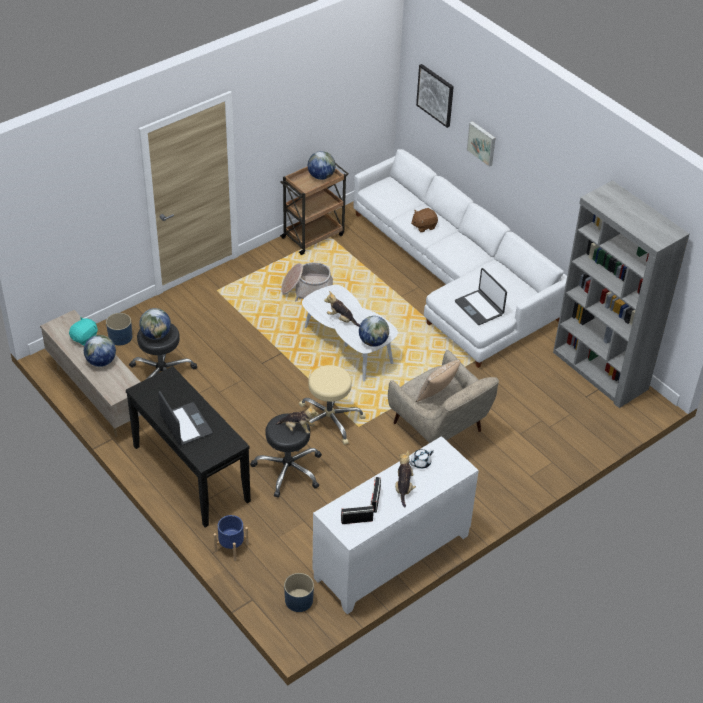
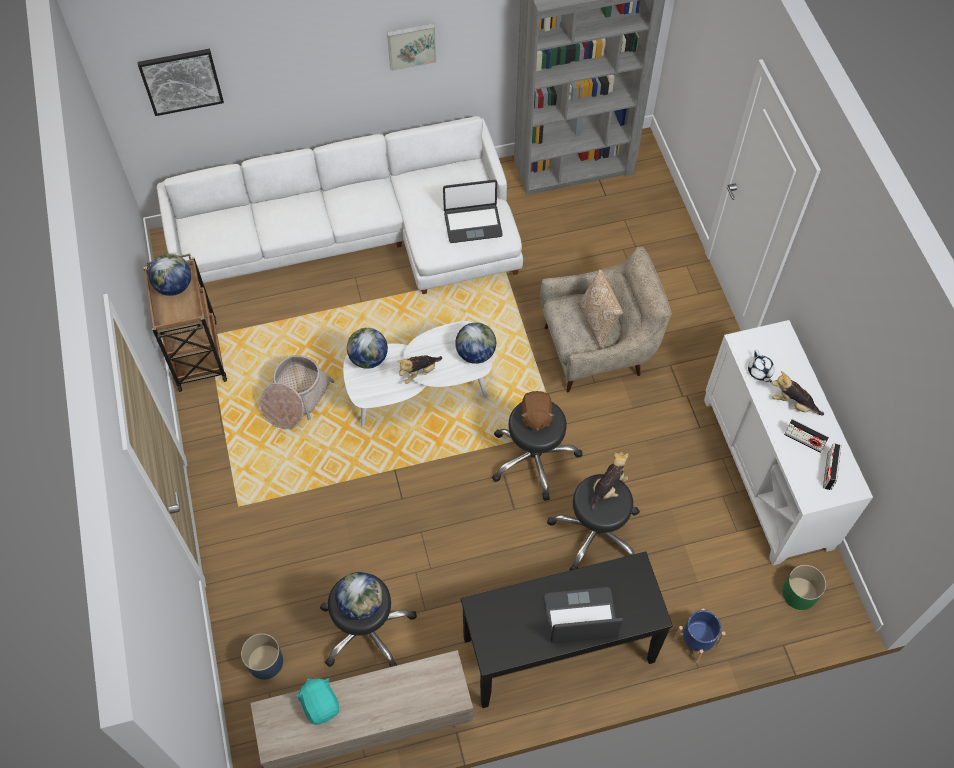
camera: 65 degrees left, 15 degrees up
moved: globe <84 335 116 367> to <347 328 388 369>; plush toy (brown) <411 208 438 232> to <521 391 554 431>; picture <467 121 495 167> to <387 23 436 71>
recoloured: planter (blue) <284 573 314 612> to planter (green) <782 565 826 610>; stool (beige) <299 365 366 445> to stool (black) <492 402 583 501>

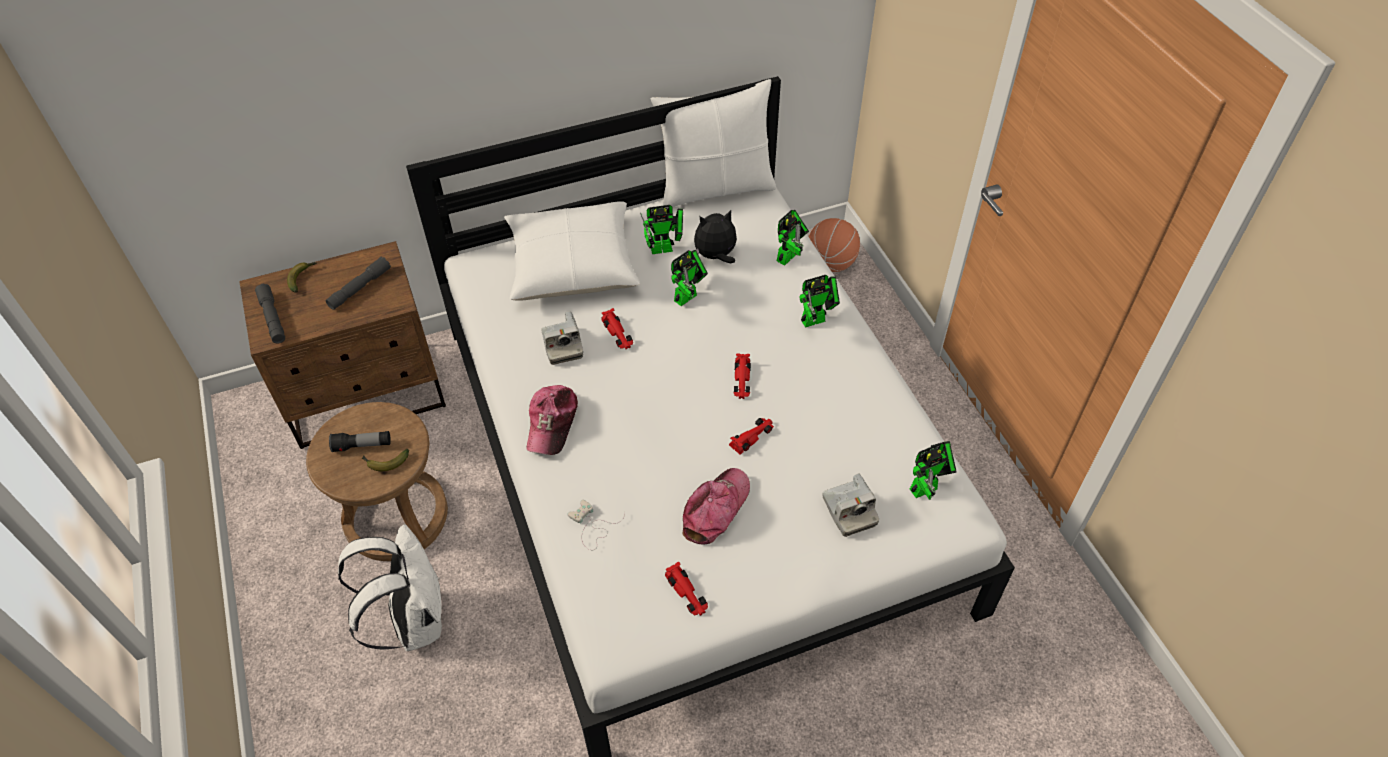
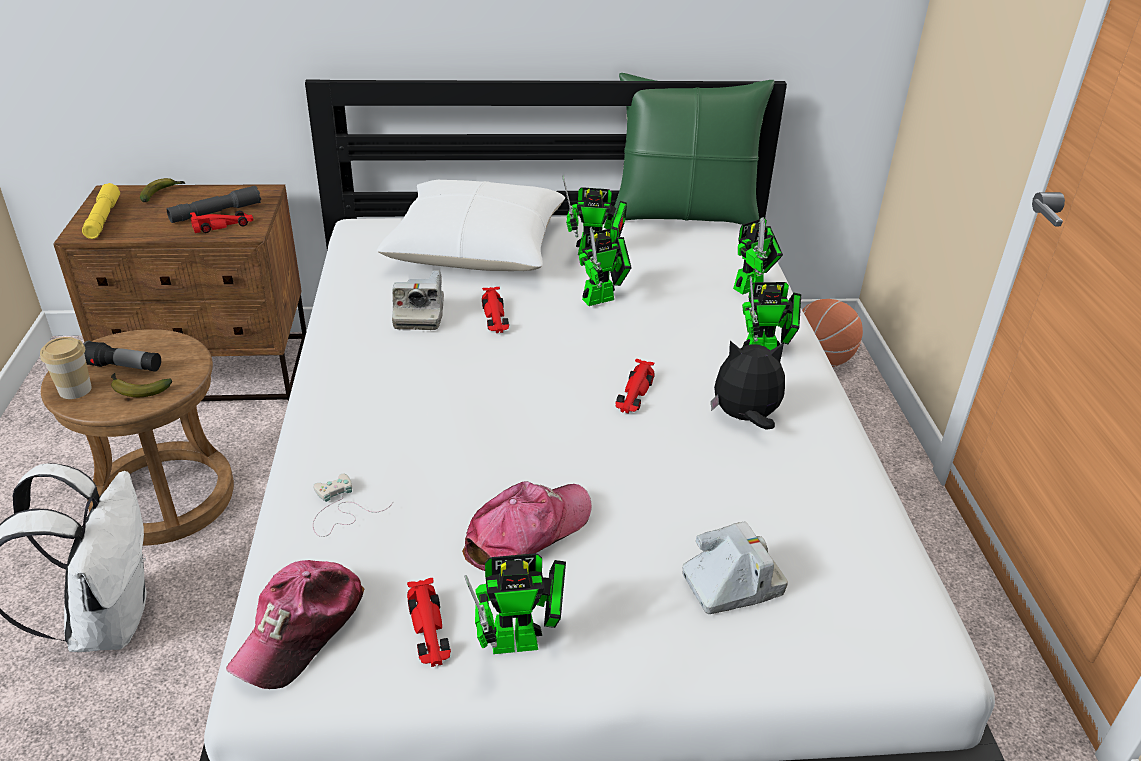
camera: 15 degrees right, 15 degrees down
added: cup <40 337 92 399>
moved: cap <526 385 578 455> to <226 560 364 689>; plush toy <694 210 737 263> to <711 341 785 430>; toy car (red) <729 418 774 455> to <190 211 253 233>; toy robot <910 441 957 500> to <464 553 566 654>
recoloured: flashlight (grey) <255 284 285 344> to flashlight (yellow) <82 183 120 239>; pillow (white) <650 79 776 207> to pillow (green) <614 73 774 225>
turned: photo camera <823 474 879 537> = <682 522 788 614> 105 degrees counterclockwise

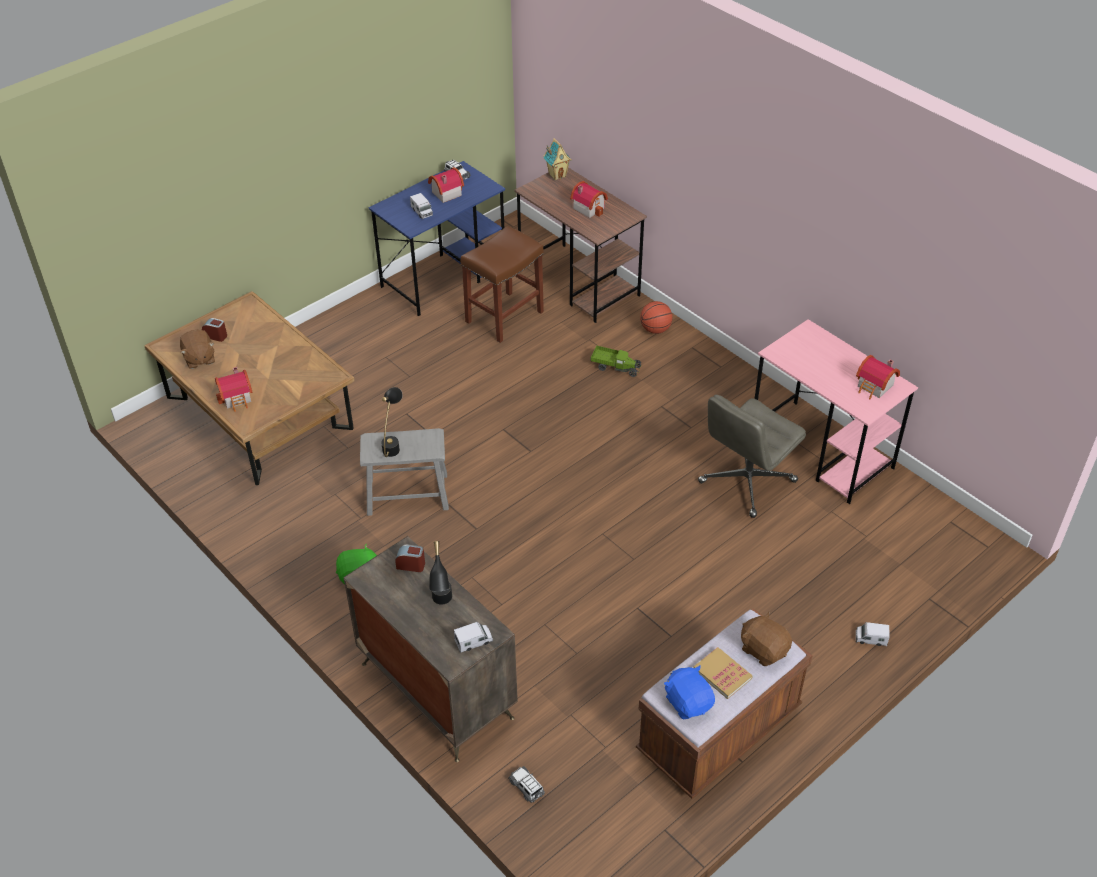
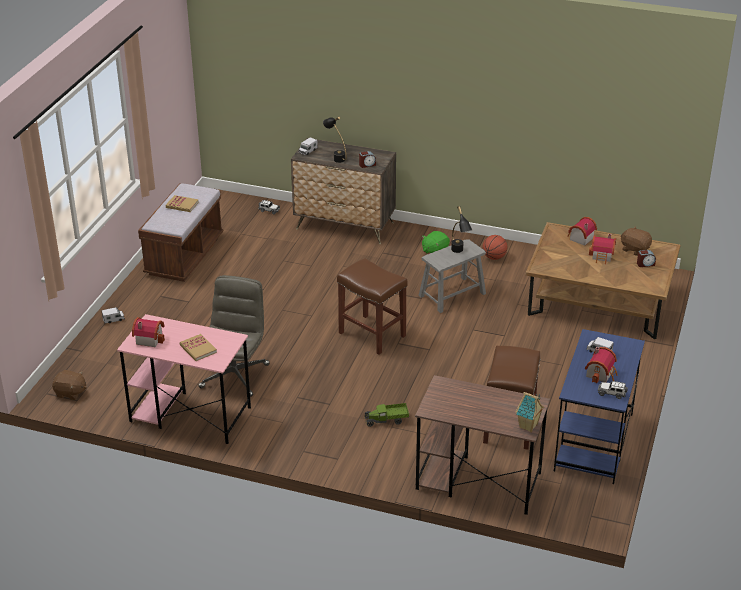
camera: 150 degrees right, 10 degrees down
removed: plush toy (blue) <664 665 715 720>
added: book <180 334 217 361>; stool (brown) <337 258 408 355>
moved: toy house <570 181 608 218> to <589 234 616 264>; basketball <640 301 673 334> to <482 235 507 260>; plush toy (brown) <741 612 792 666> to <52 370 87 400>

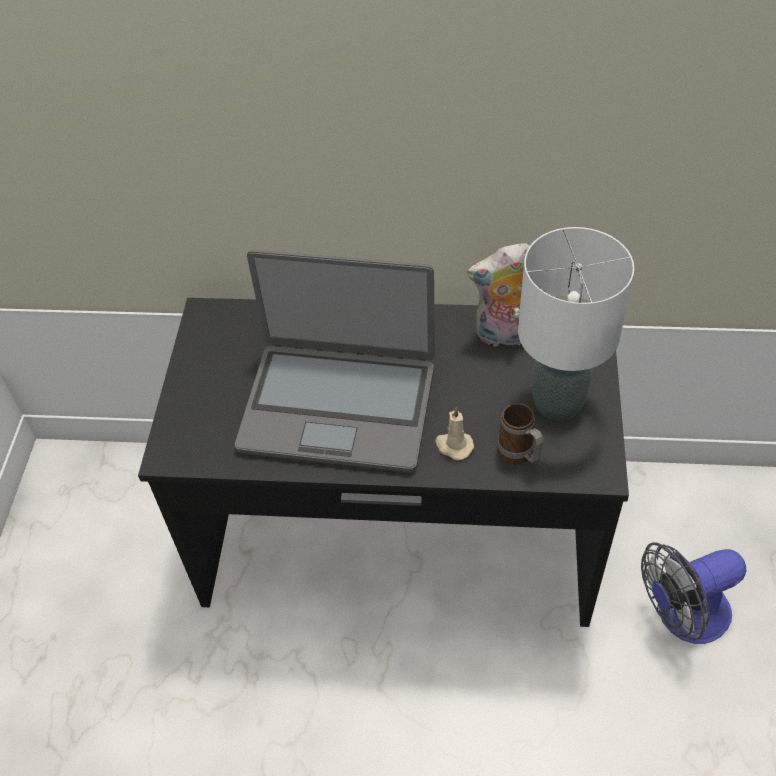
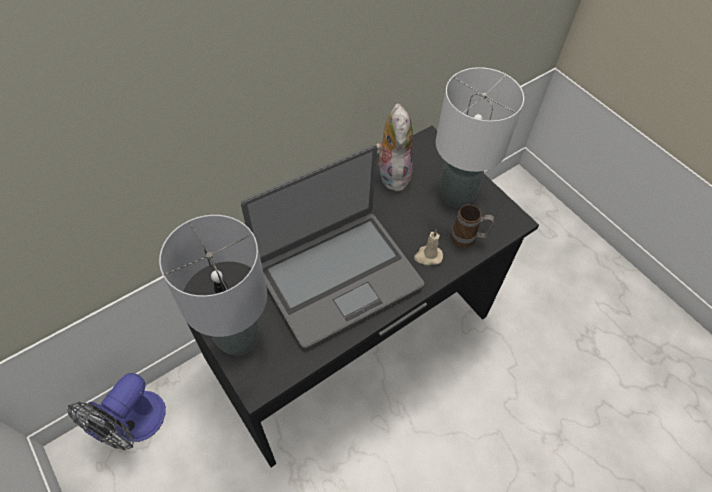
camera: 45 degrees left, 5 degrees up
added: table lamp (grey) <159 215 267 356>
moved: fan <641 542 747 644> to <68 373 166 450>
turned: plush toy <467 243 530 346> = <375 103 413 191> 135 degrees clockwise

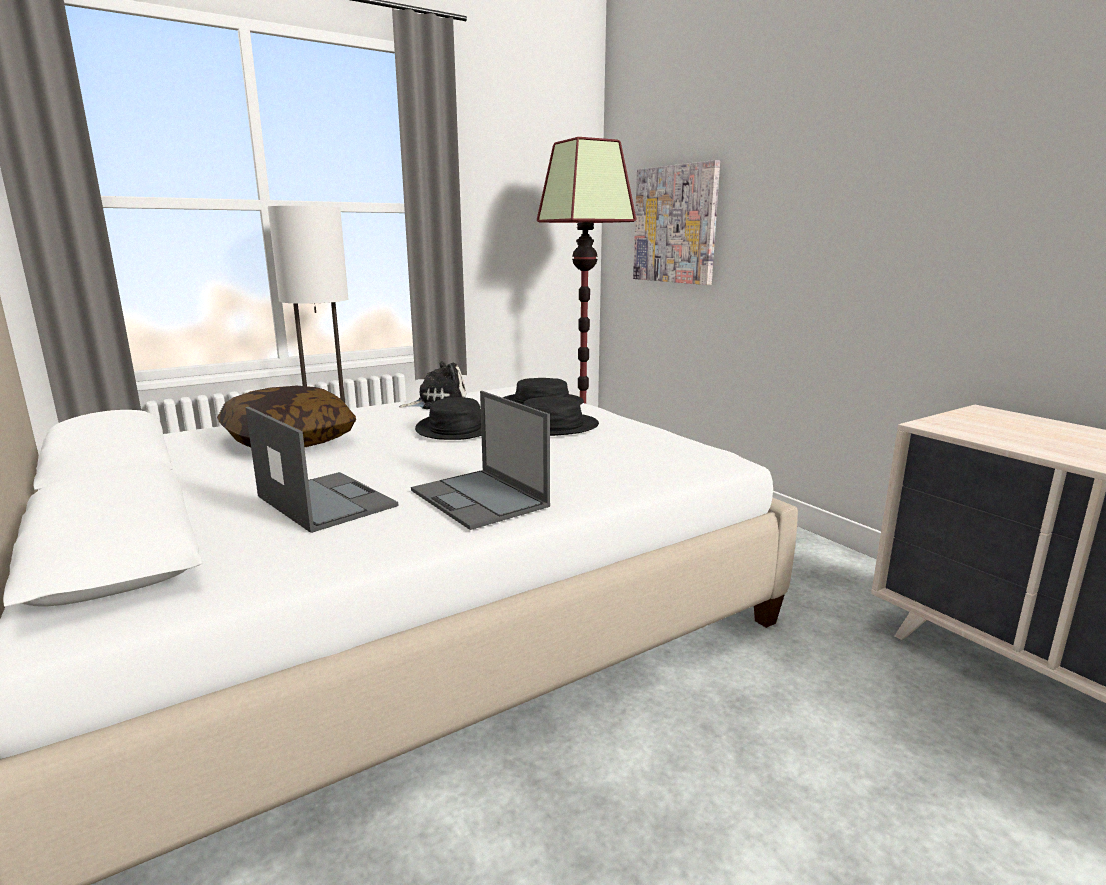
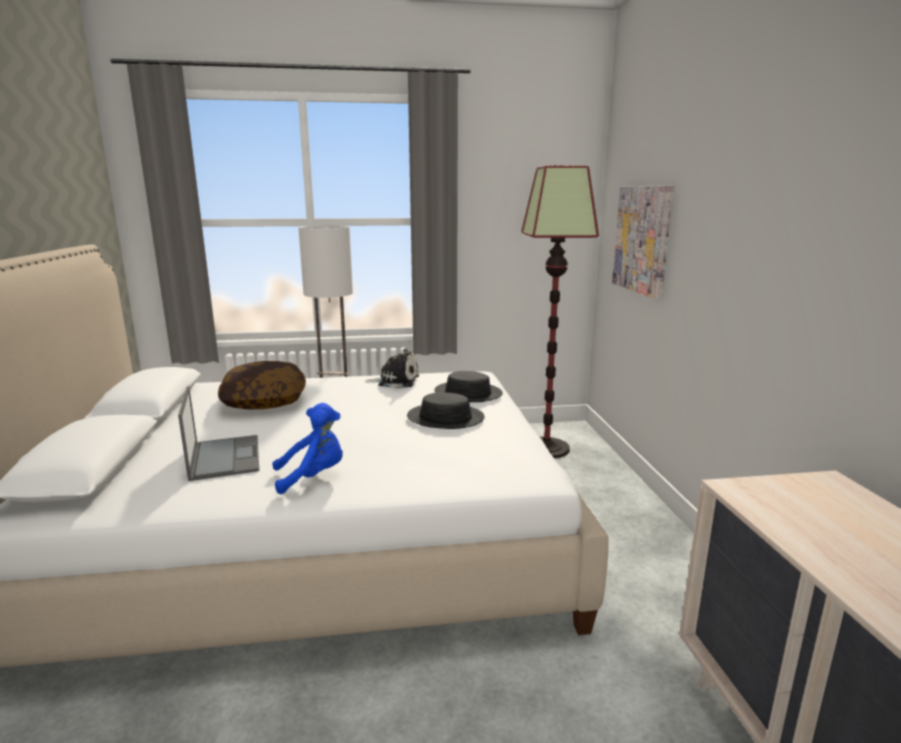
camera: 25 degrees right, 0 degrees up
removed: hat (black) <415 397 482 440>
replaced: laptop <411 391 550 530> to plush toy (blue) <272 403 343 494>

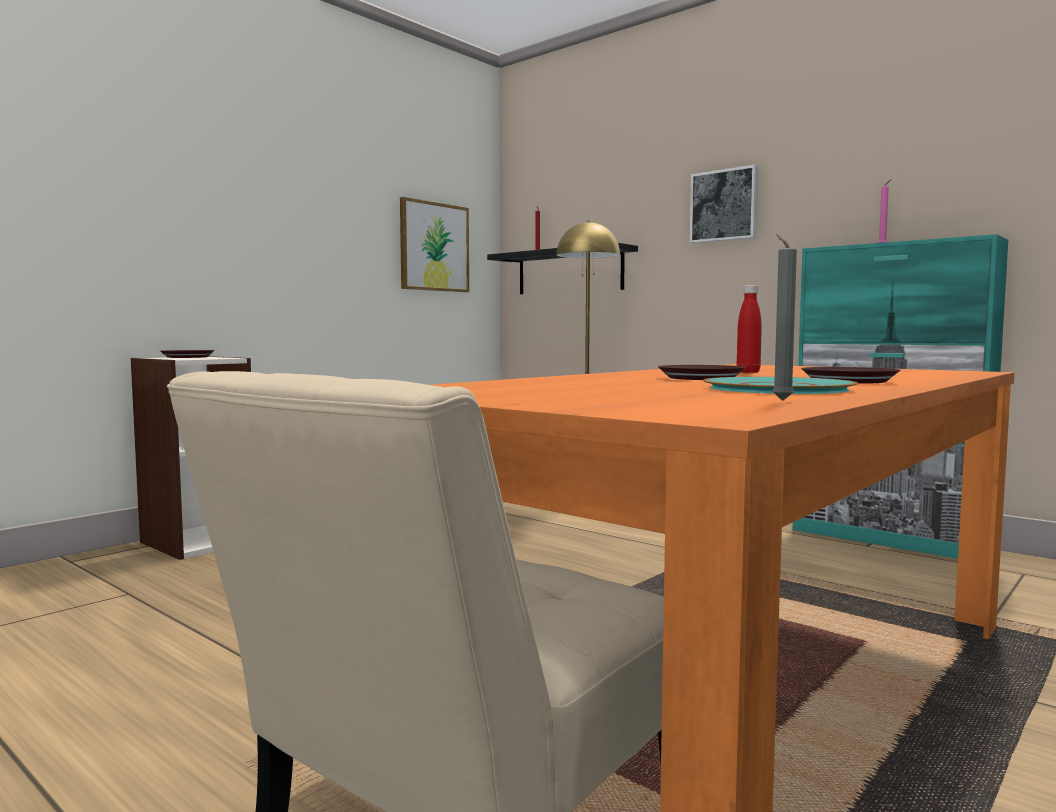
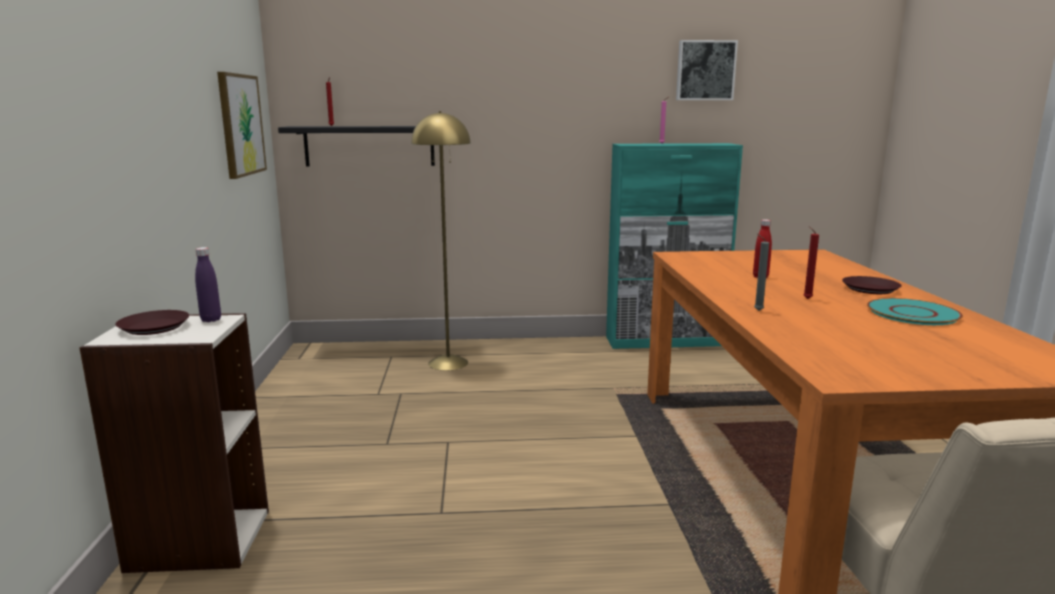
camera: 45 degrees left, 10 degrees up
added: bottle (purple) <195 247 221 322>
moved: picture <690 165 758 243> to <676 40 738 100>; candle (grey) <772 234 797 401> to <754 234 769 311>
replaced: plate (brown) <658 365 746 380> to candle (red) <803 226 819 299>

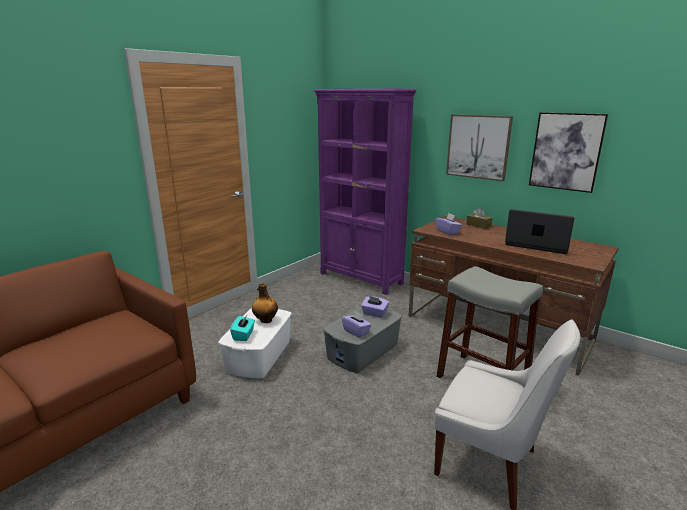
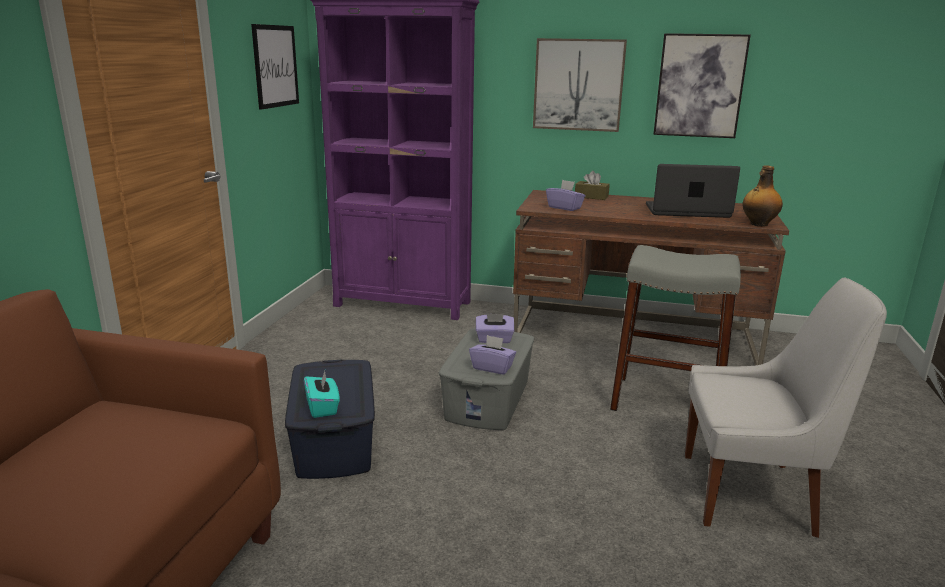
camera: 25 degrees left, 0 degrees up
added: picture <251 24 299 110>
moved: bottle <252 283 278 323> to <743 165 783 226>
recoloured: storage box (white) <218 308 292 378> to storage box (blue) <285 360 375 479>

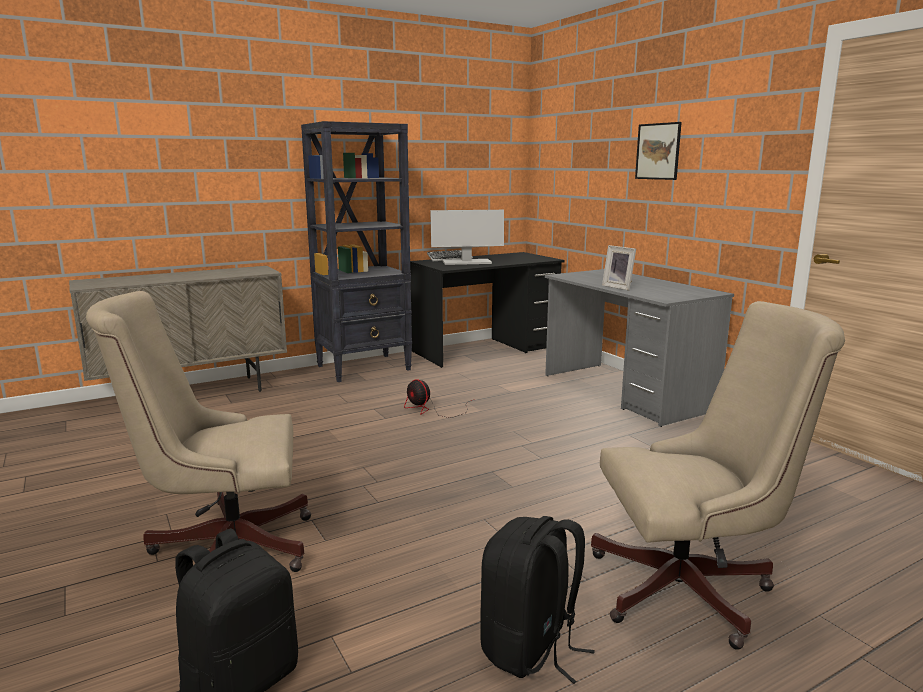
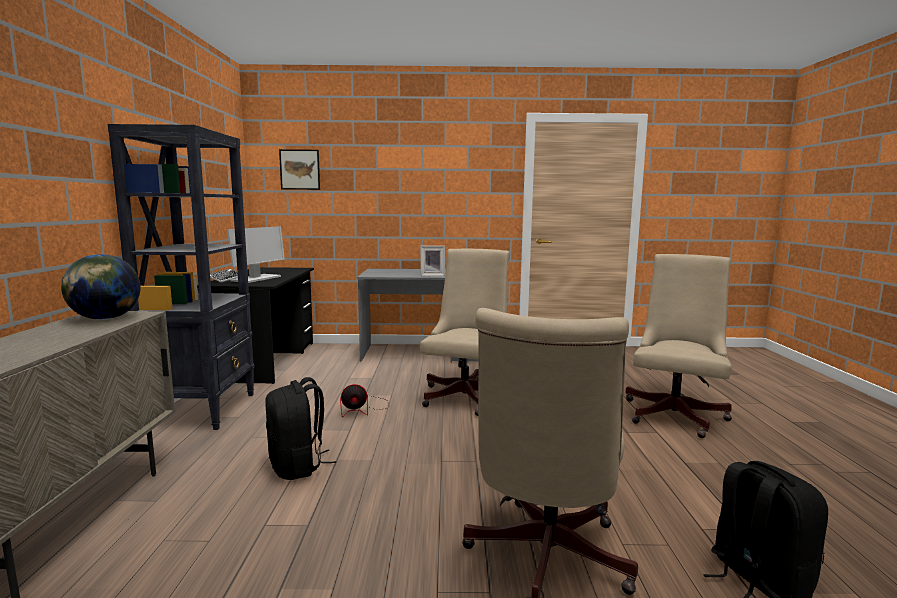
camera: 60 degrees left, 5 degrees down
added: globe <61 254 141 320>; office chair (beige) <420 249 510 416>
moved: backpack (black) <480 516 595 684> to <265 377 336 480>; picture <635 122 682 180> to <279 149 320 190>

